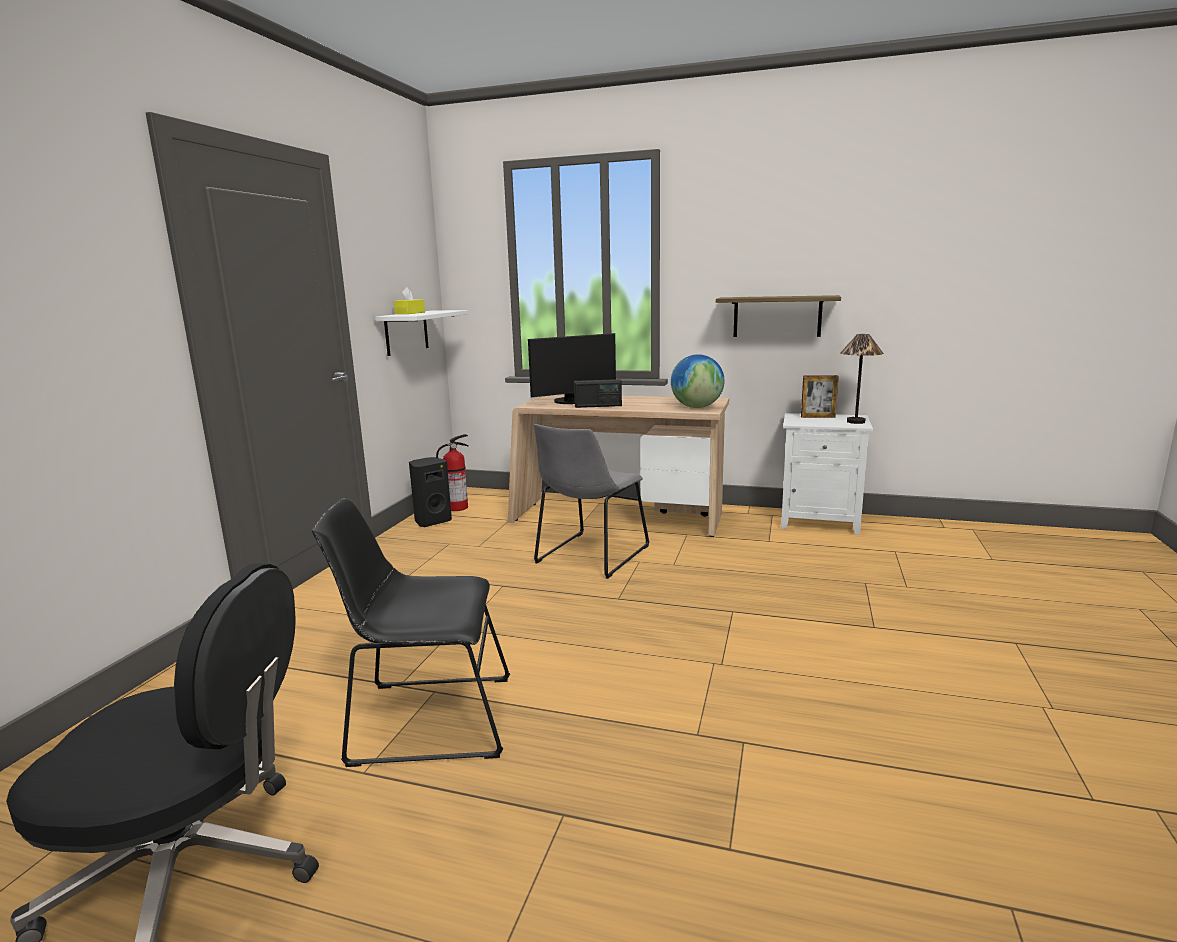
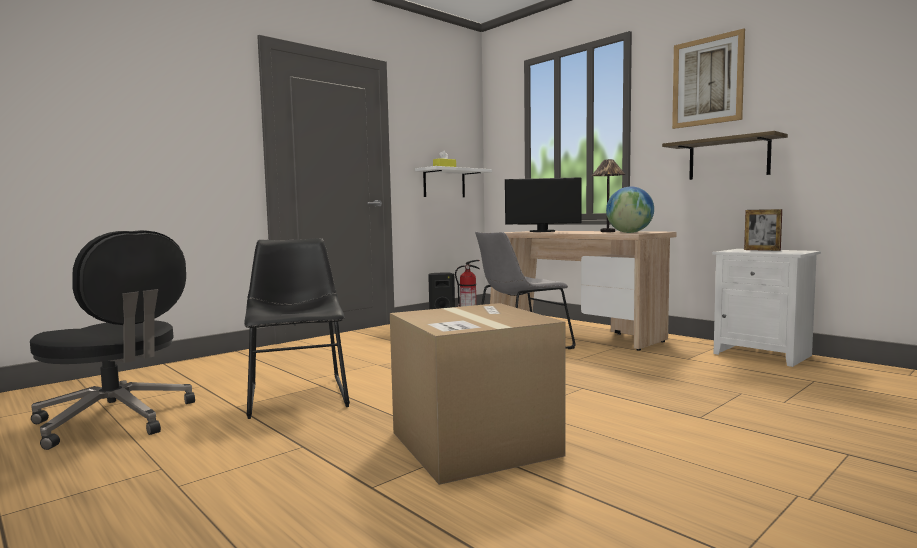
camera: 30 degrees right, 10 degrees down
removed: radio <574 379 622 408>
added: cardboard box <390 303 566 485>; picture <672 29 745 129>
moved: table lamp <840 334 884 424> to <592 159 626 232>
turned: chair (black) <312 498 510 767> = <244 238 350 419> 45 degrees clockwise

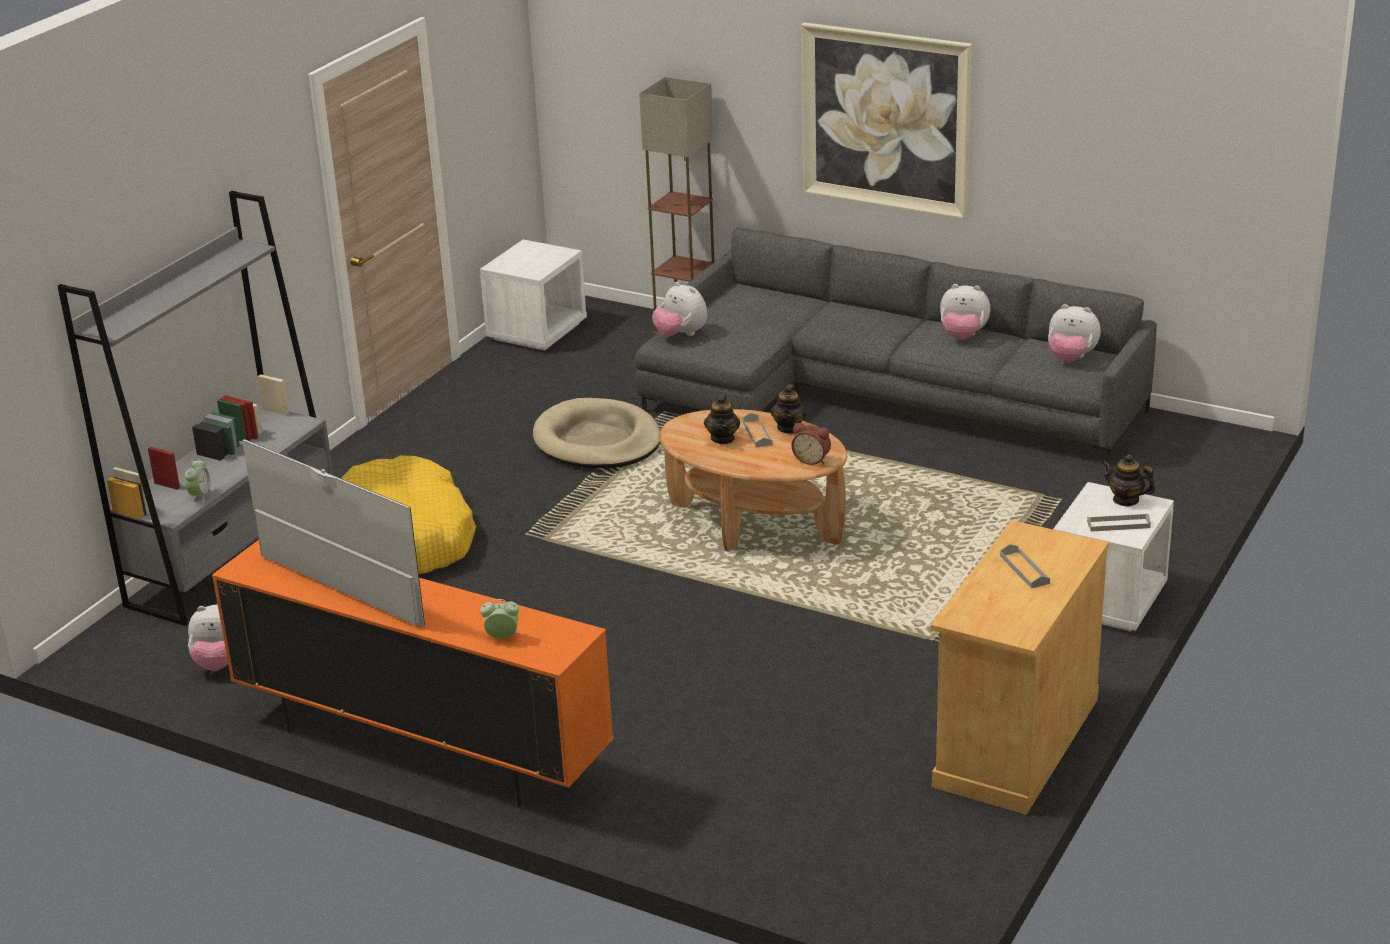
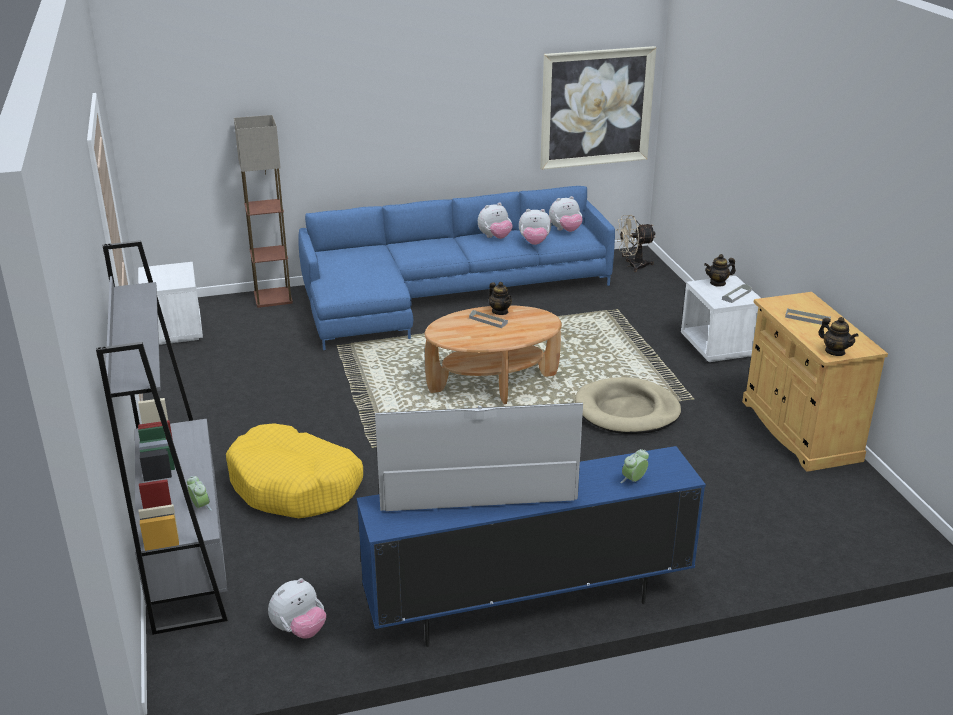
camera: 45 degrees left, 0 degrees up
removed: alarm clock <791 423 831 465>
added: fan (beige) <616 215 655 272>
moved: dog bed (beige) <533 398 660 469> to <575 377 681 434>; plush toy <652 282 707 337> to <519 209 551 245>; teapot <704 394 740 444> to <818 317 859 356>; picture <801 22 972 219> to <540 46 656 170>
recoloured: tv stand (orange) <212 540 614 808> to tv stand (blue) <357 446 706 647>; sofa (grey) <635 227 1157 464> to sofa (blue) <298 186 615 350>

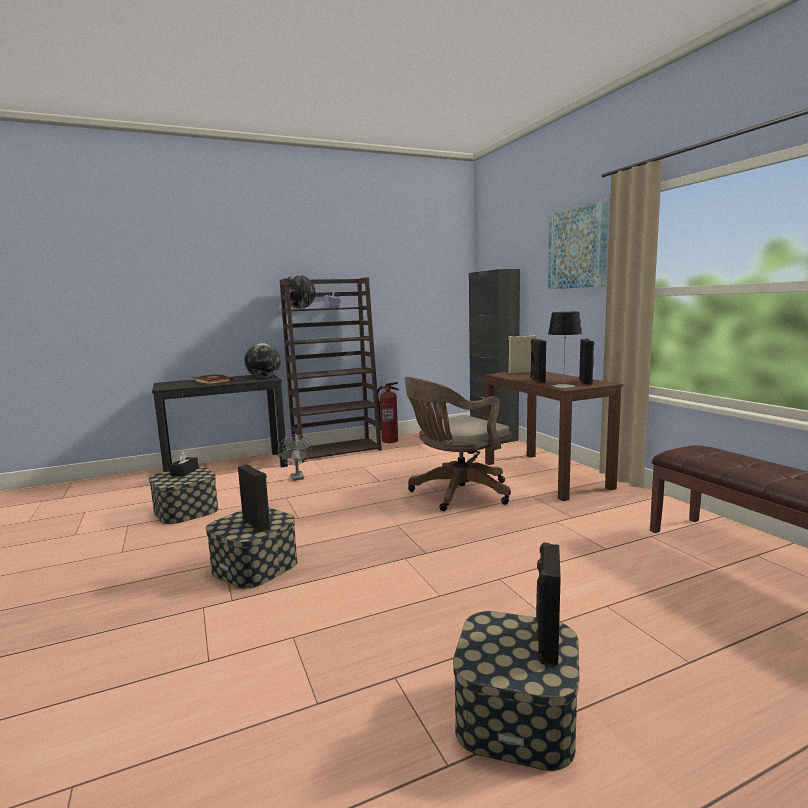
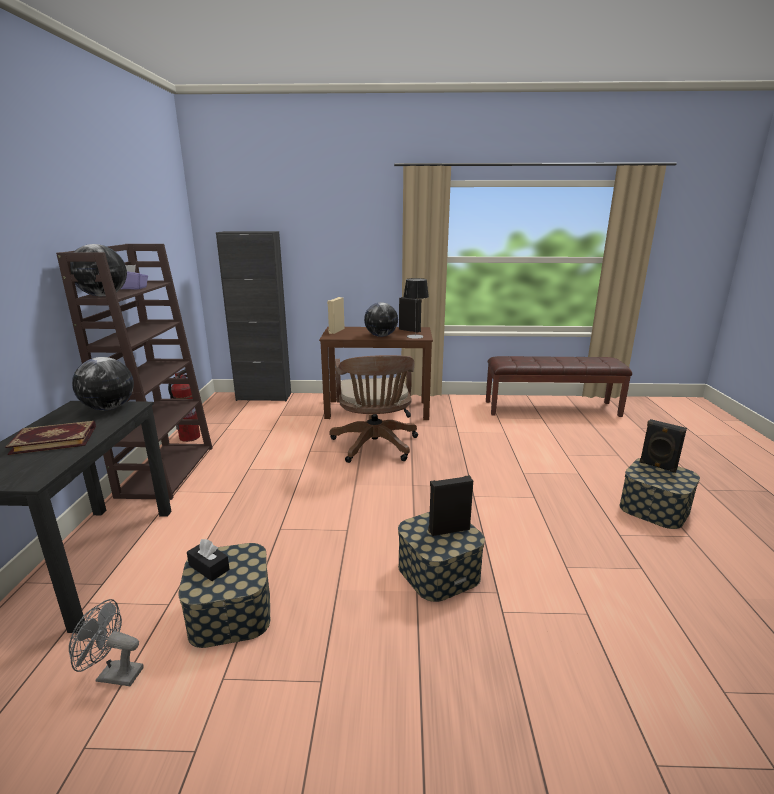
camera: 65 degrees left, 10 degrees up
removed: picture <548 200 609 289>
moved: fan (grey) <278 435 312 481> to <69 599 144 686>
replaced: speaker (black) <530 339 546 383> to globe <364 302 398 337>

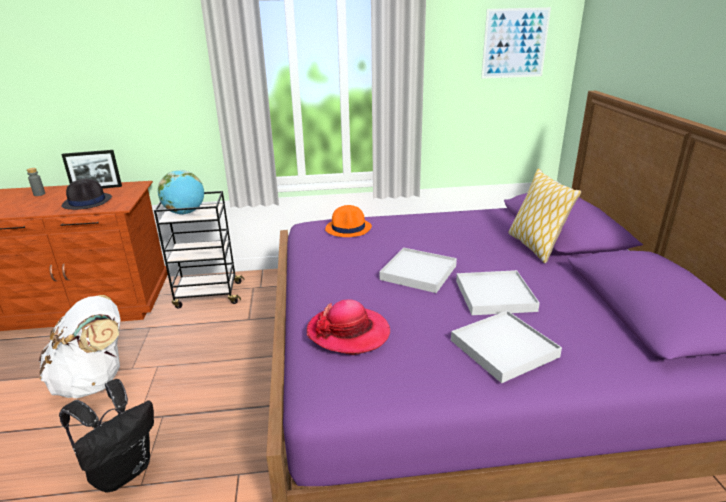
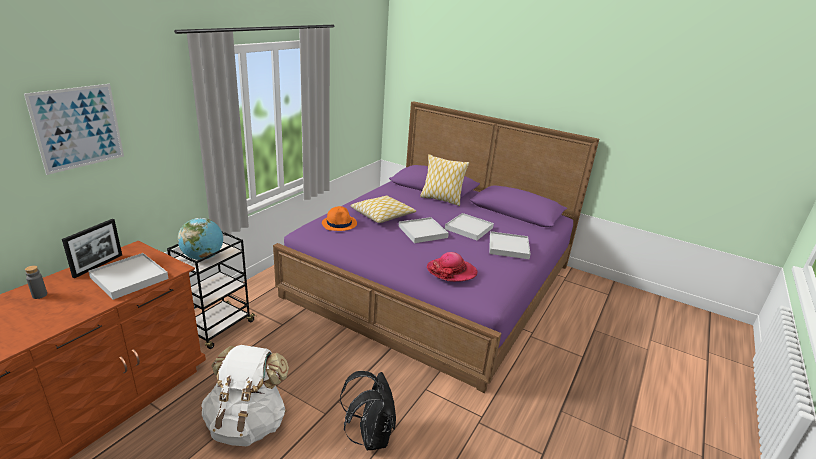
camera: 55 degrees left, 0 degrees up
added: pillow <351 195 416 223>
moved: picture <481 7 551 79> to <24 84 124 175>
replaced: hat (black) <61 179 112 210> to tray (white) <88 253 169 300>

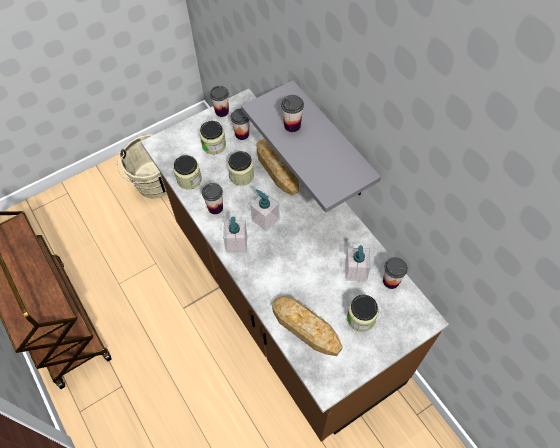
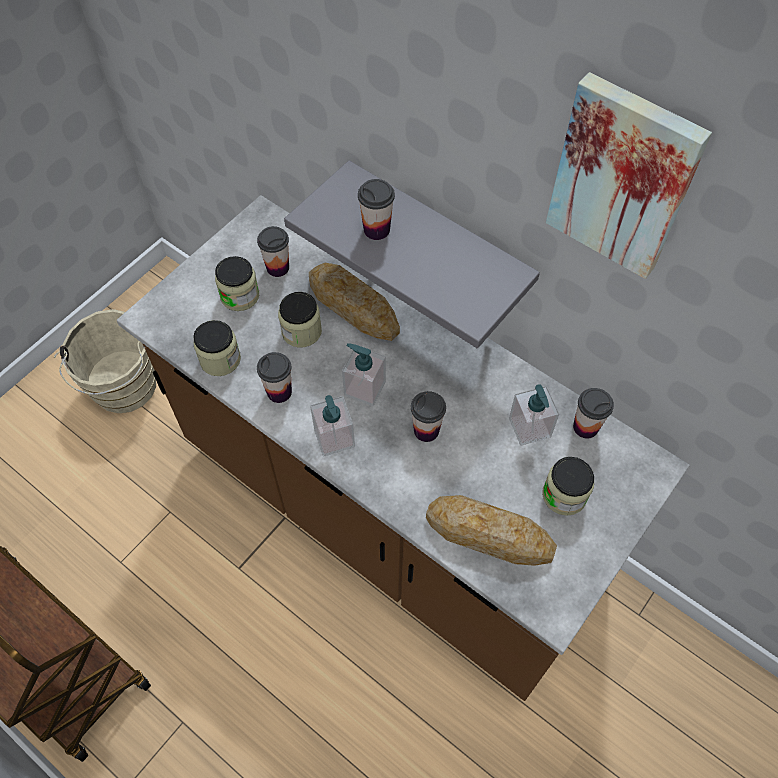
camera: 20 degrees left, 0 degrees up
added: picture <546 72 712 279>
moved: cup <210 86 229 117> to <411 391 446 442>

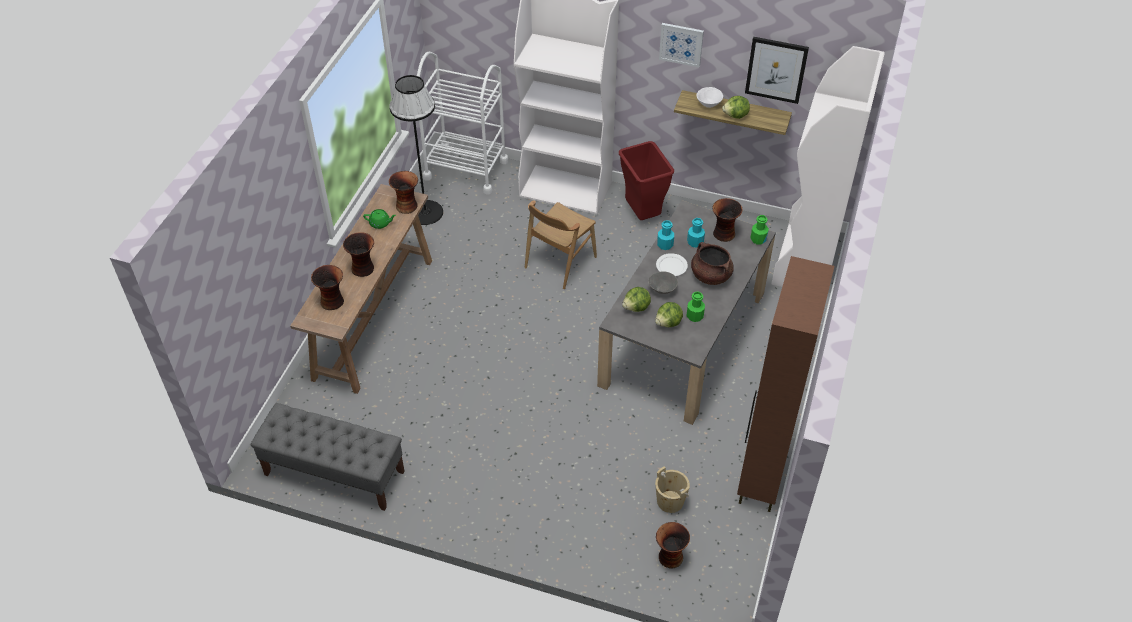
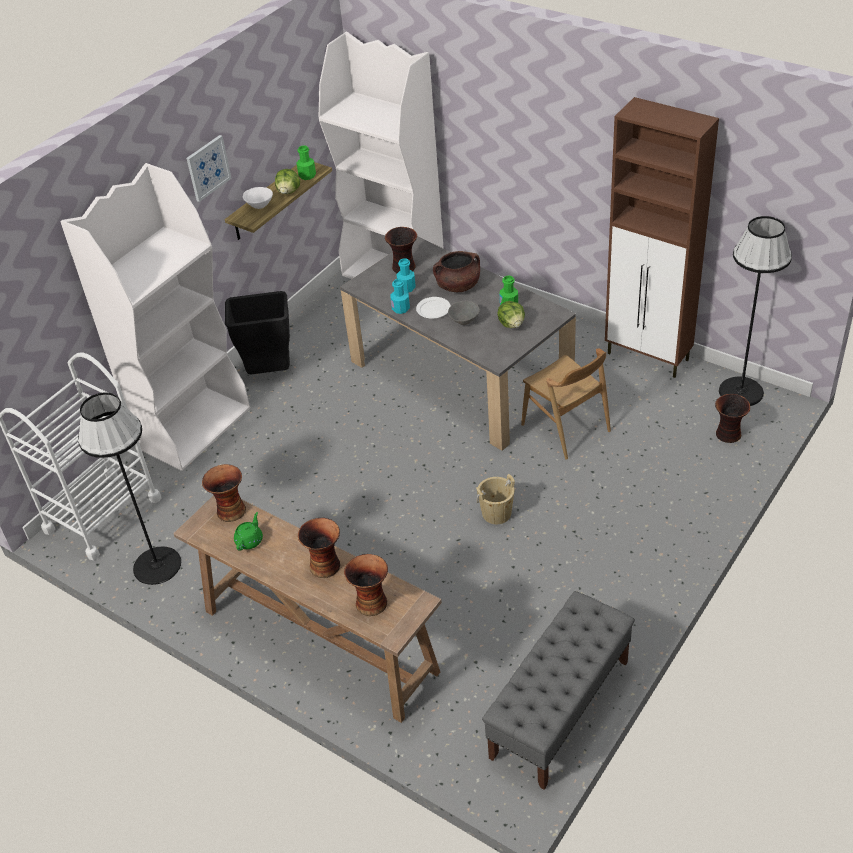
camera: 70 degrees left, 5 degrees down
removed: lettuce <622 287 651 312>; picture <745 37 809 104>
added: floor lamp (black) <719 216 792 406>
moved: chair (brown) <525 200 597 289> to <521 348 611 460>; bucket (beige) <655 466 690 513> to <476 474 515 524>; bottle (green) <750 215 769 245> to <296 145 316 180>
recoloured: trash can (red) <619 141 674 220> to trash can (black) <225 291 290 374>

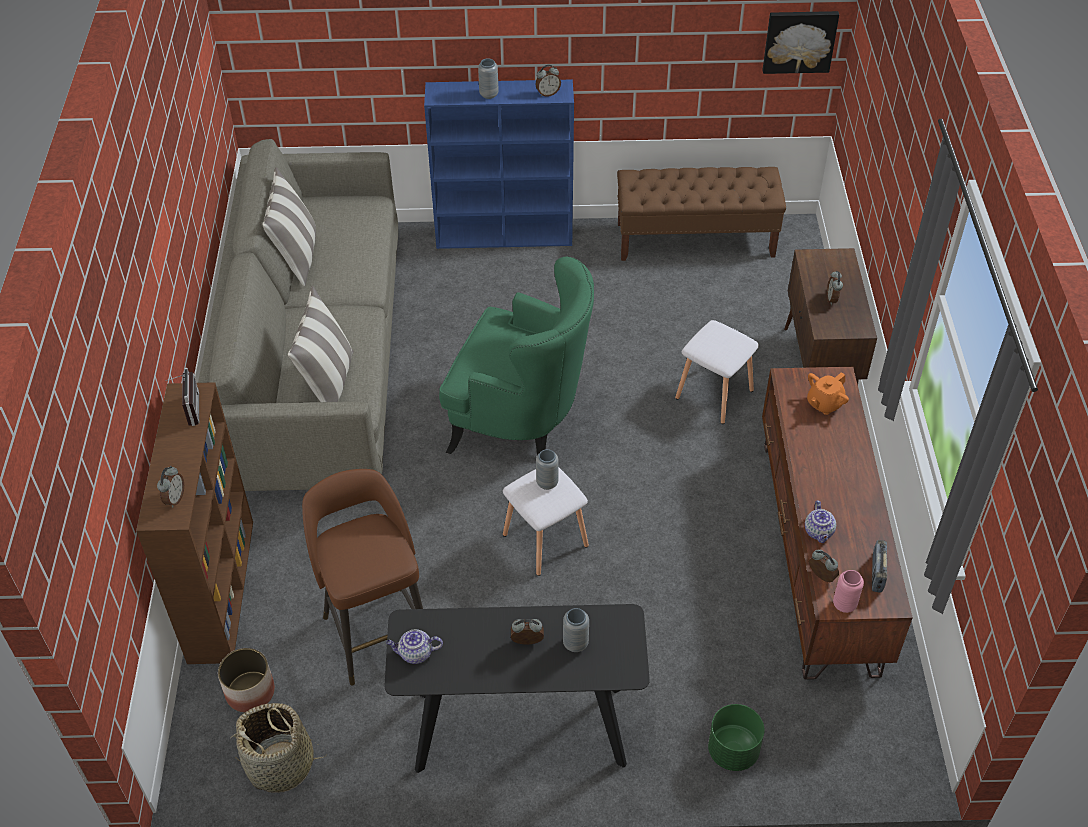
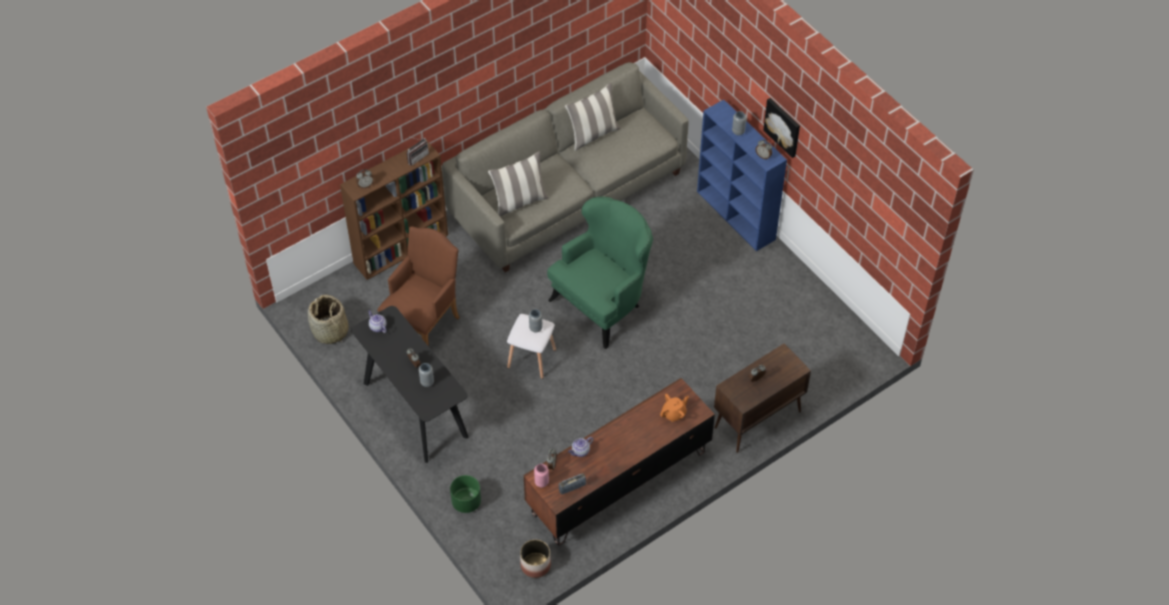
camera: 55 degrees right, 5 degrees up
removed: bench (brown) <617 167 786 261>; stool (white) <675 320 759 424>
moved: planter <218 648 275 712> to <520 539 551 578>; picture <762 11 839 74> to <763 98 800 158>
replaced: stool (brown) <302 469 423 686> to armchair (brown) <377 226 460 346>
turned: armchair (green) <439 256 594 455> = <547 197 653 349> 120 degrees counterclockwise; teapot (orange) <807 372 849 415> = <660 394 689 422> 135 degrees clockwise

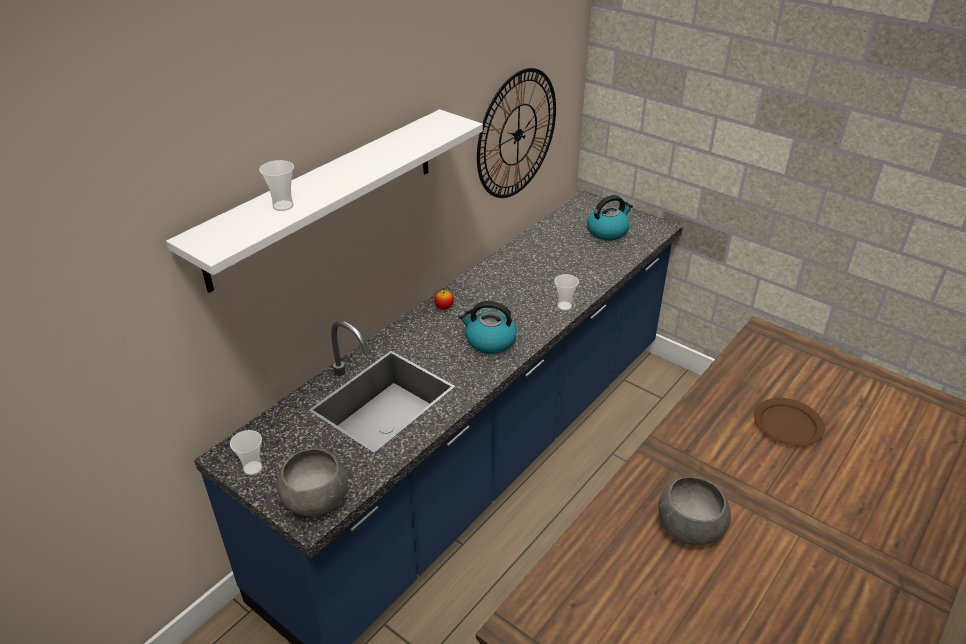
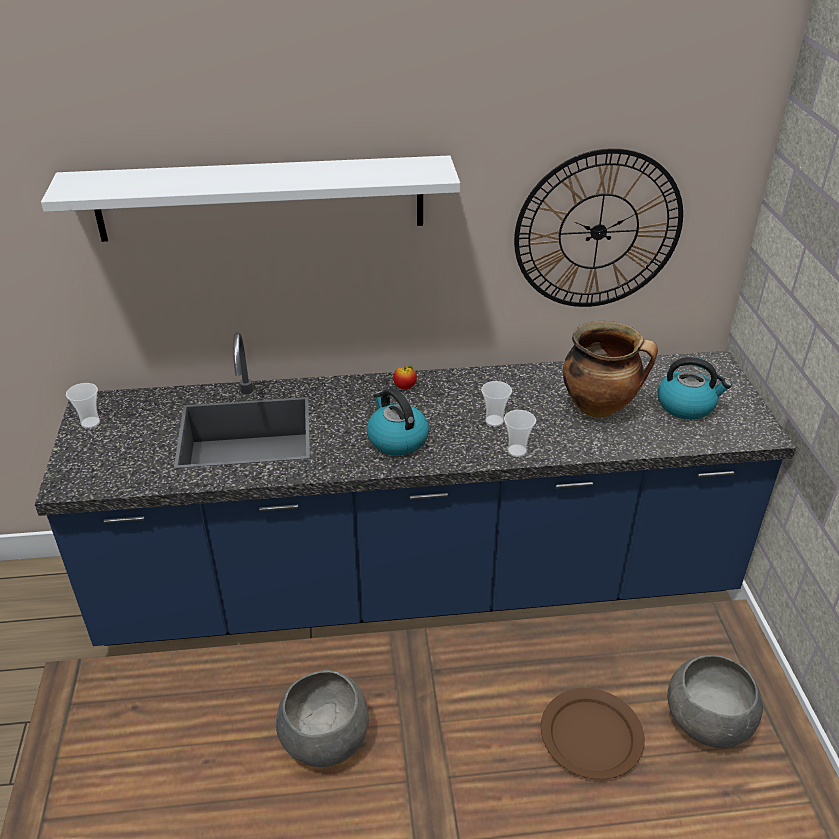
camera: 45 degrees right, 0 degrees up
added: cooking pot <563 321 658 418>
moved: cup <259 160 294 211> to <481 381 512 427>; bowl (grey) <276 448 348 517> to <667 654 763 748>

